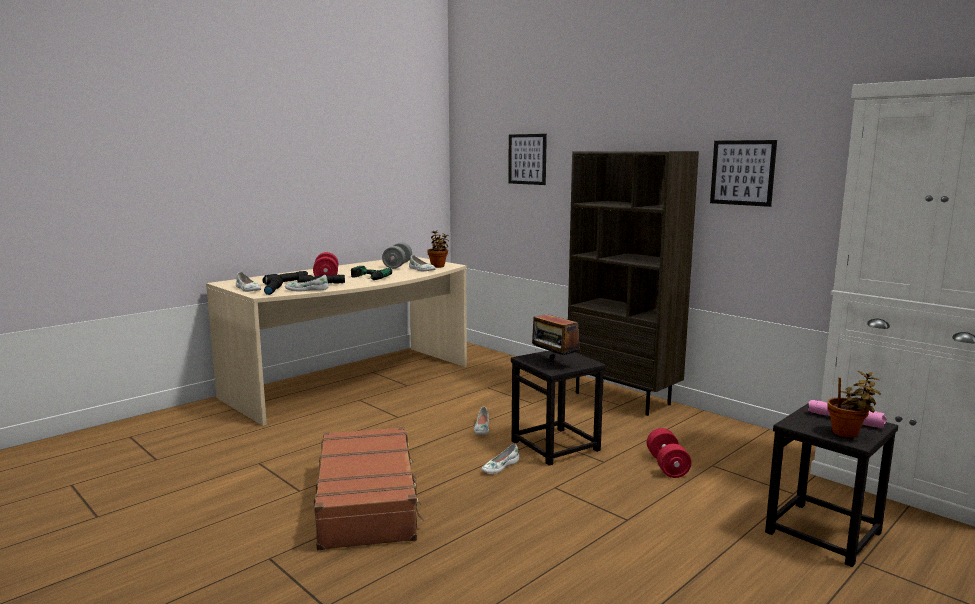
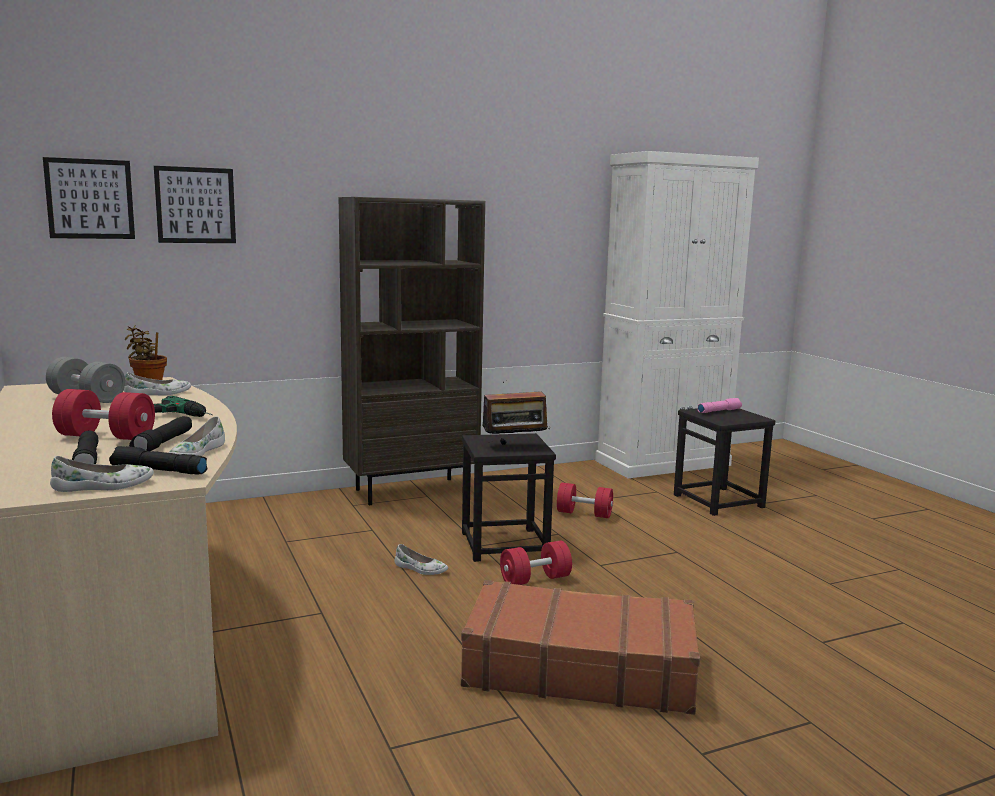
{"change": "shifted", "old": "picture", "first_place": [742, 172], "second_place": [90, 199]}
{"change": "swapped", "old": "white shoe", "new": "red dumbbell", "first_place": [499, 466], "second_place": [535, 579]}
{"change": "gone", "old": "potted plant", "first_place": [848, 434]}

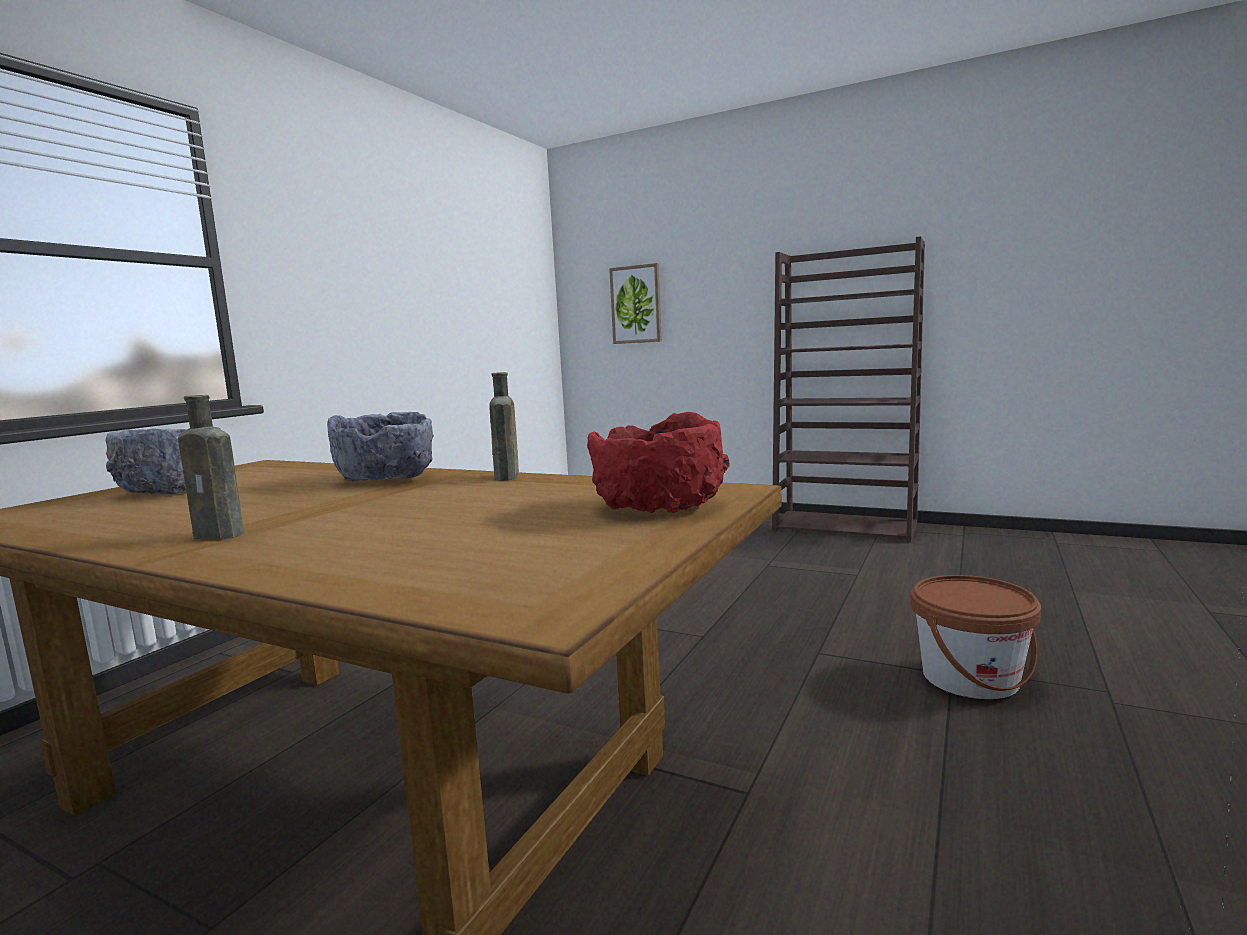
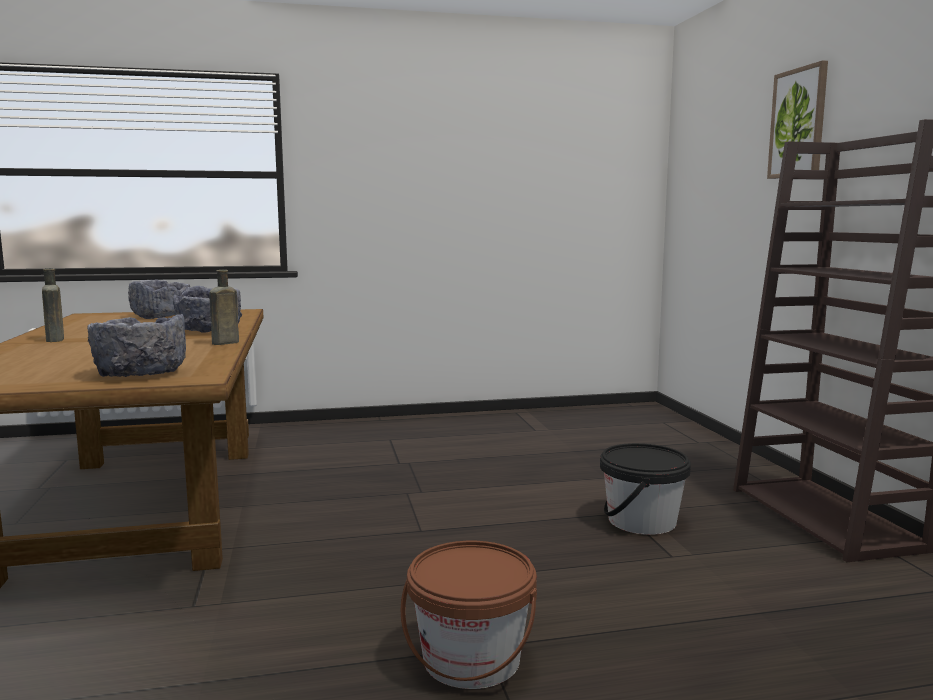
{"change": "repainted", "old": "red bowl", "new": "grey bowl", "first_place": [659, 506], "second_place": [140, 374]}
{"change": "new", "new": "black bucket", "second_place": [641, 521]}
{"change": "shifted", "old": "picture", "first_place": [636, 304], "second_place": [798, 123]}

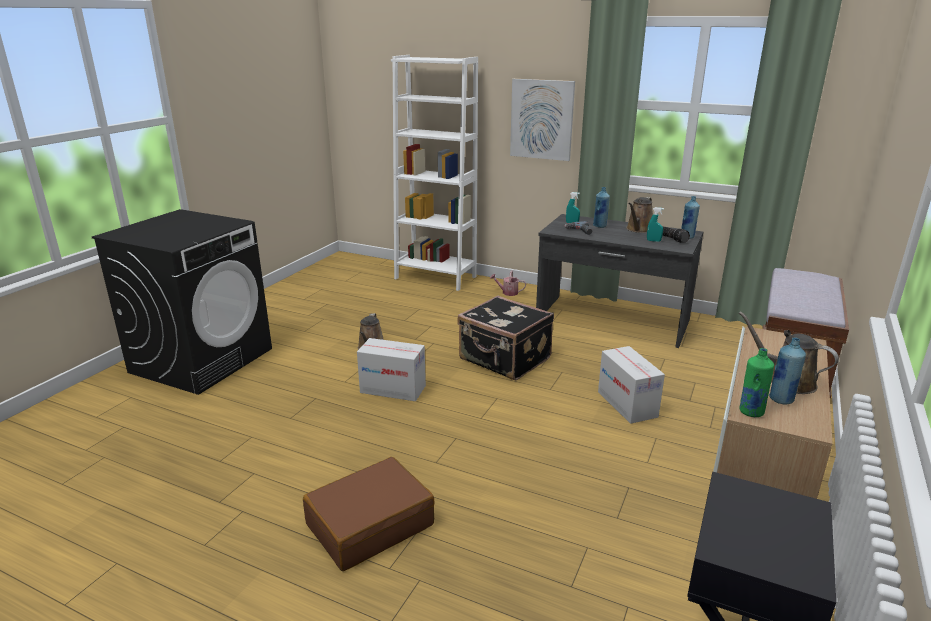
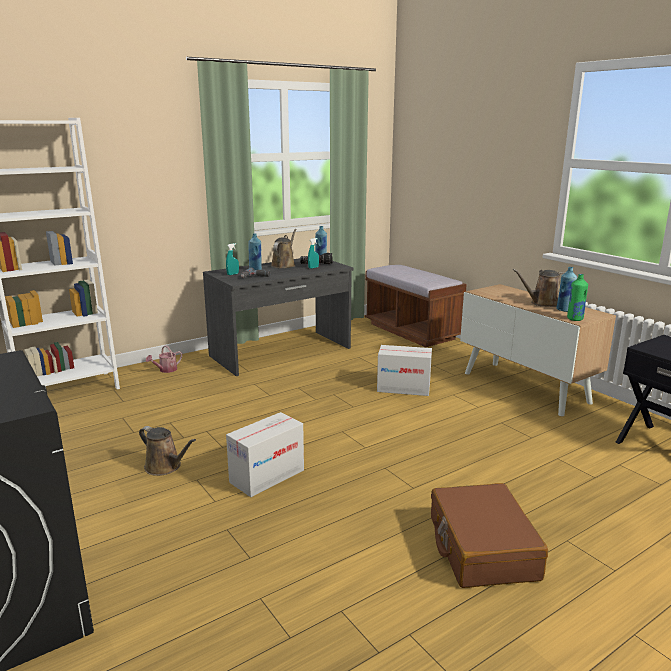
{"change": "rotated", "old": "brown watering can", "first_place": [639, 229], "second_place": [284, 265], "degrees": -135}
{"change": "gone", "old": "black suitcase", "first_place": [504, 360]}
{"change": "gone", "old": "picture", "first_place": [542, 119]}

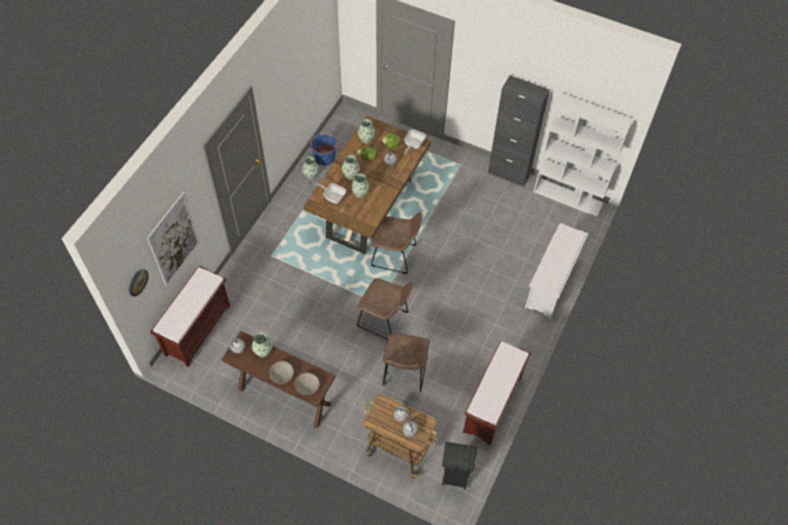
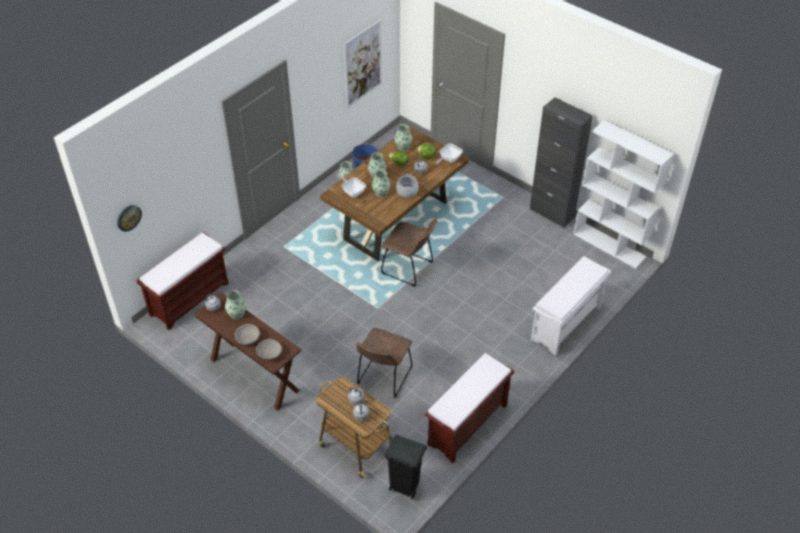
{"change": "shifted", "old": "picture", "first_place": [174, 240], "second_place": [363, 64]}
{"change": "new", "new": "cooking pot", "second_place": [407, 191]}
{"change": "gone", "old": "brown chair", "first_place": [385, 320]}

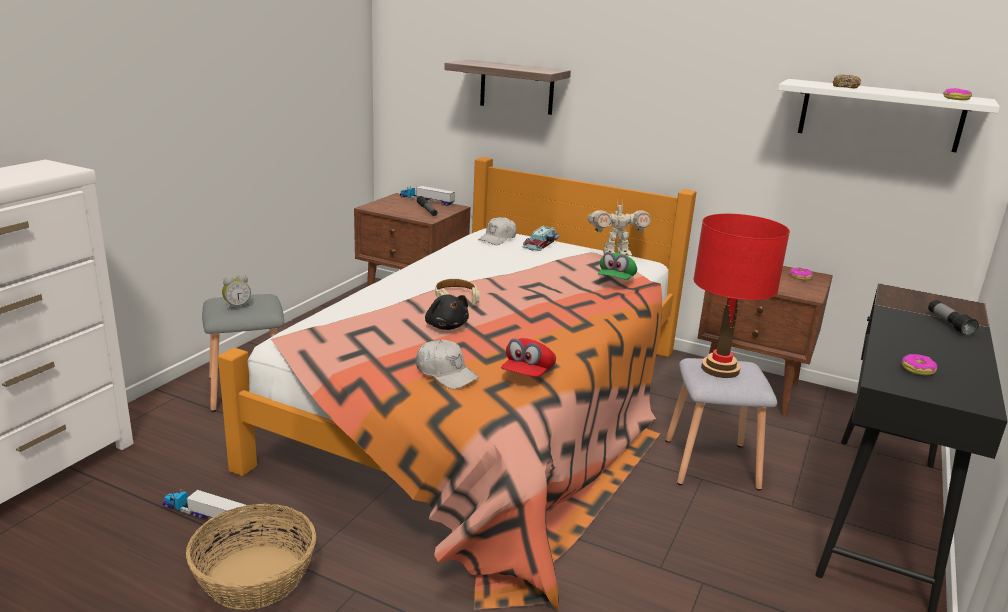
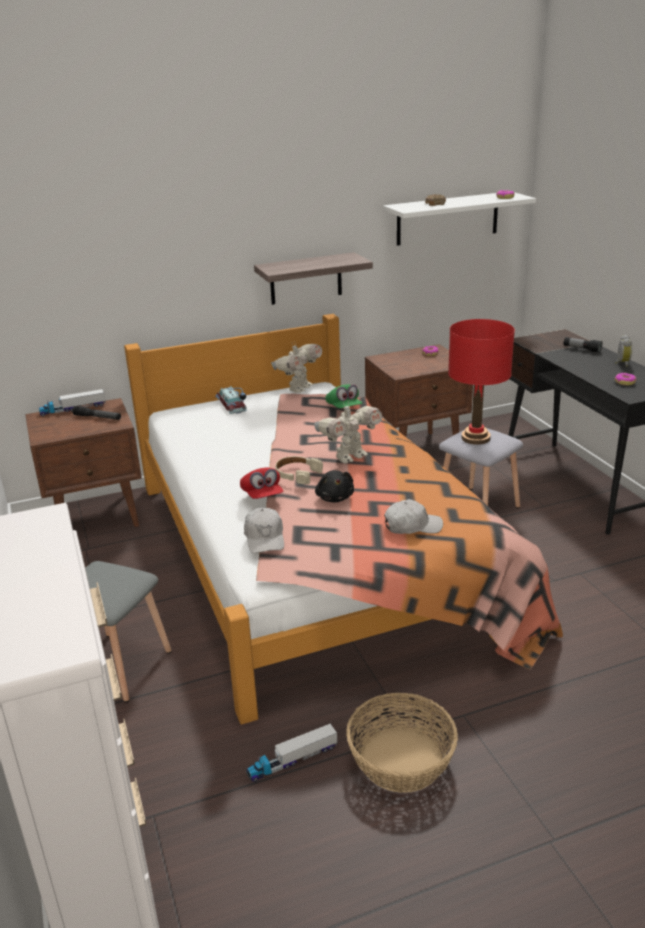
{"change": "shifted", "old": "red cap", "first_place": [528, 374], "second_place": [262, 495]}
{"change": "shifted", "old": "white cap", "first_place": [498, 239], "second_place": [265, 538]}
{"change": "shifted", "old": "shelf", "first_place": [516, 87], "second_place": [306, 279]}
{"change": "new", "new": "toy robot", "second_place": [349, 457]}
{"change": "rotated", "old": "black plush toy", "first_place": [446, 326], "second_place": [335, 497], "degrees": 60}
{"change": "shifted", "old": "alarm clock", "first_place": [237, 306], "second_place": [621, 363]}

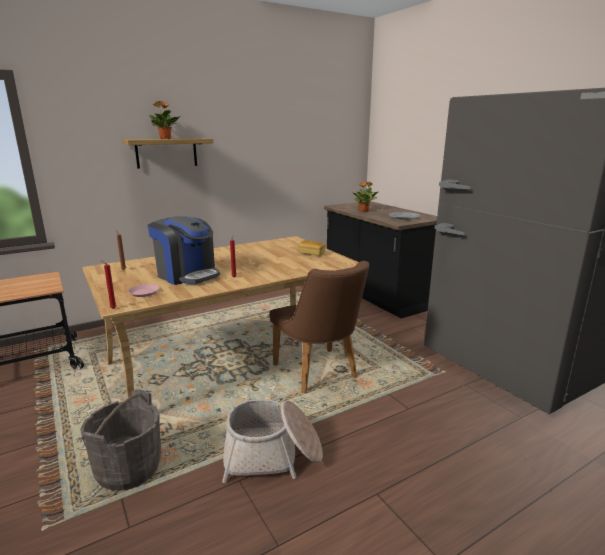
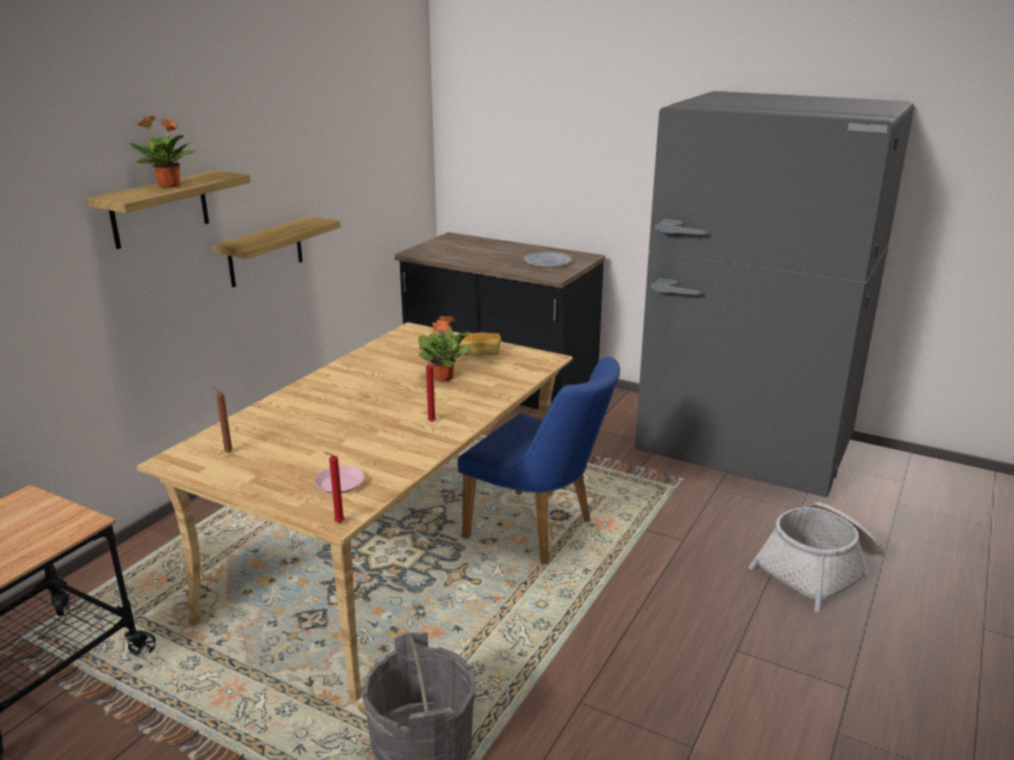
{"change": "new", "new": "shelf", "second_place": [265, 252]}
{"change": "shifted", "old": "potted plant", "first_place": [364, 211], "second_place": [444, 378]}
{"change": "repainted", "old": "brown chair", "new": "blue chair", "first_place": [319, 375], "second_place": [539, 532]}
{"change": "shifted", "old": "basket", "first_place": [272, 455], "second_place": [819, 570]}
{"change": "gone", "old": "coffee machine", "first_place": [187, 275]}

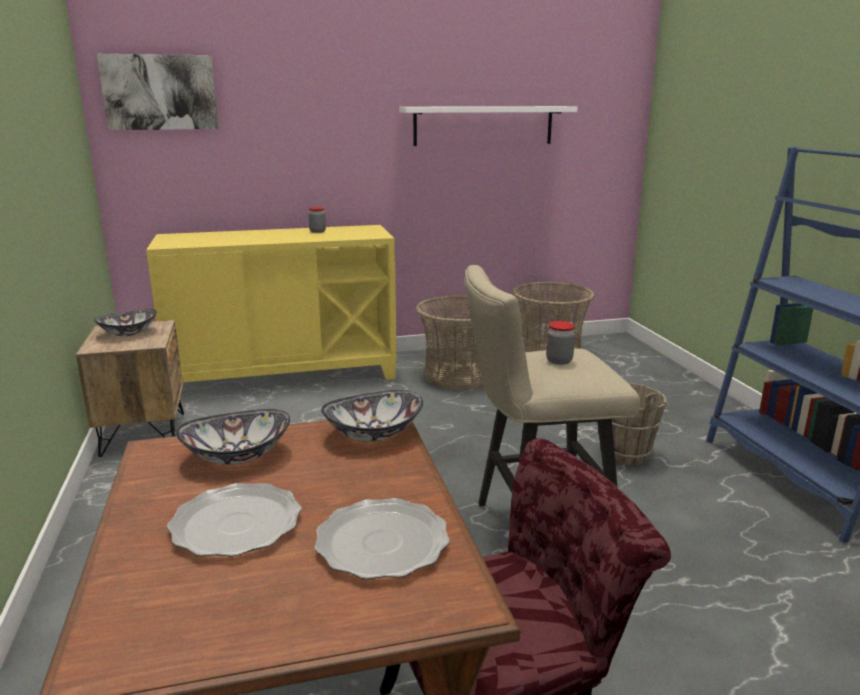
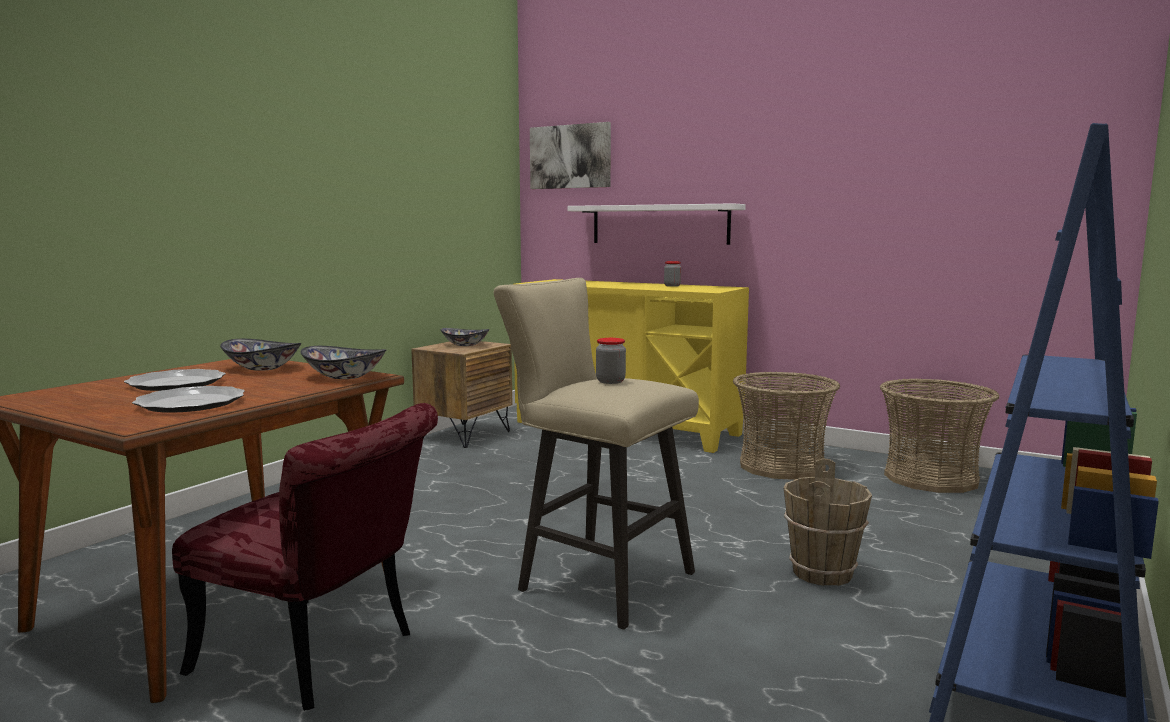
{"change": "shifted", "old": "white shelf", "first_place": [483, 125], "second_place": [659, 224]}

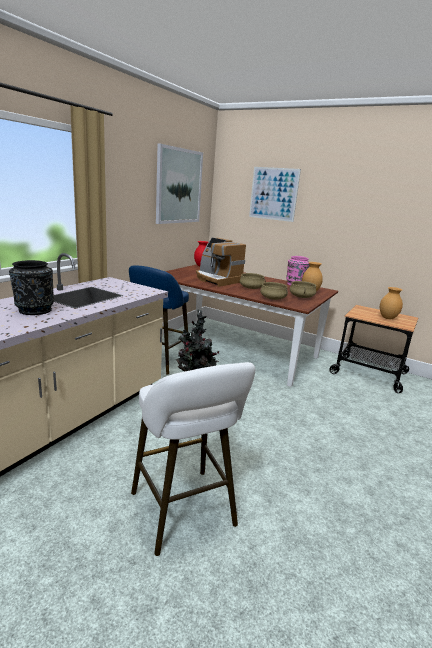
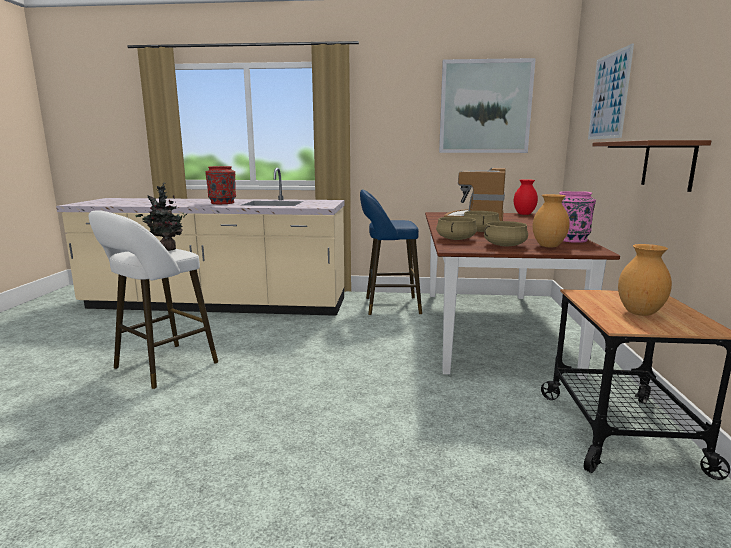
{"change": "repainted", "old": "black vase", "new": "red vase", "first_place": [34, 310], "second_place": [222, 203]}
{"change": "new", "new": "brown shelf", "second_place": [668, 164]}

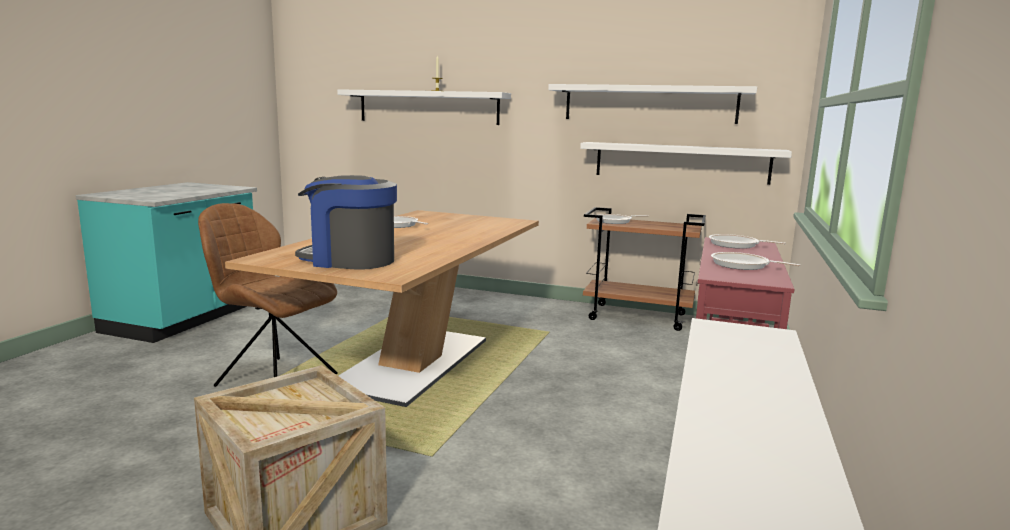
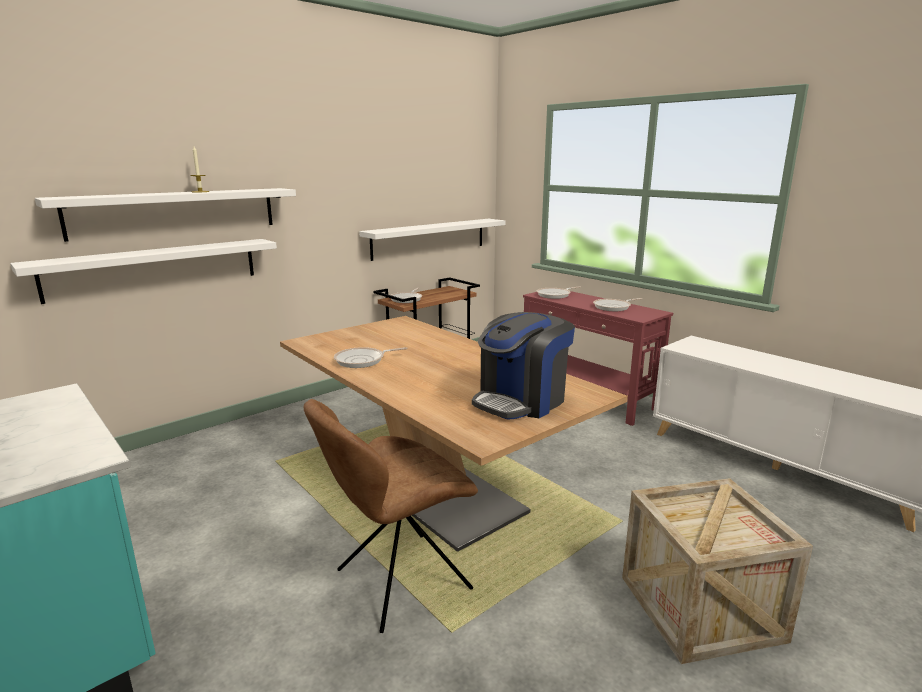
{"change": "shifted", "old": "white shelf", "first_place": [649, 104], "second_place": [155, 268]}

